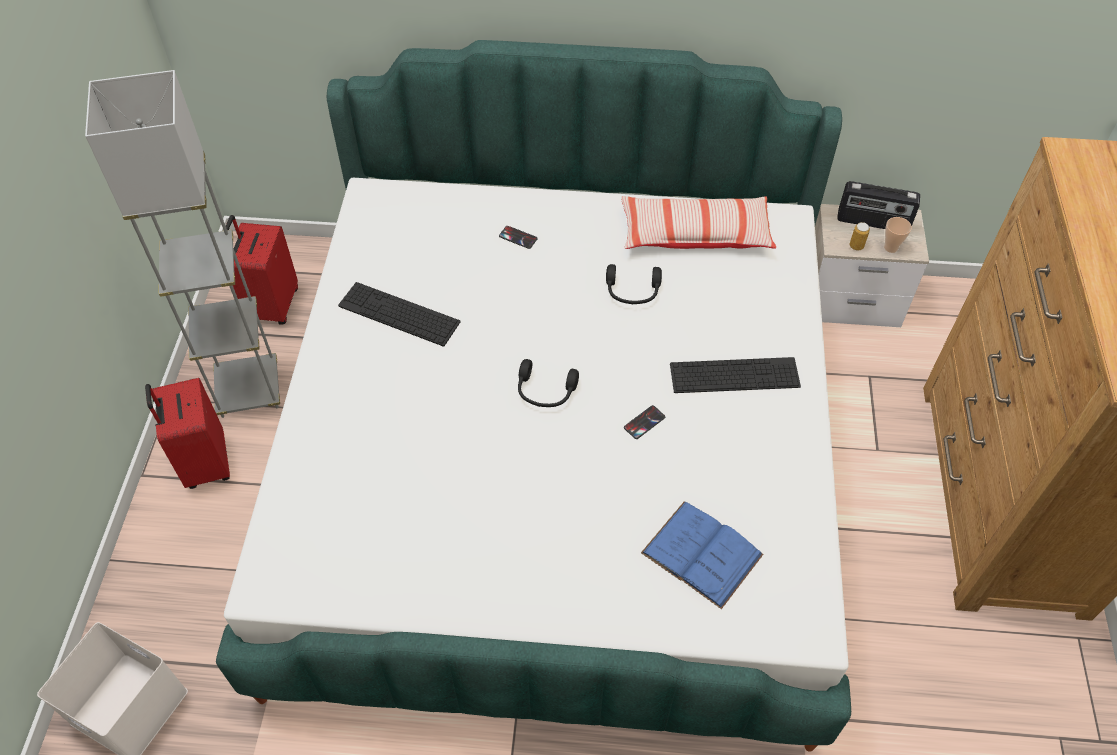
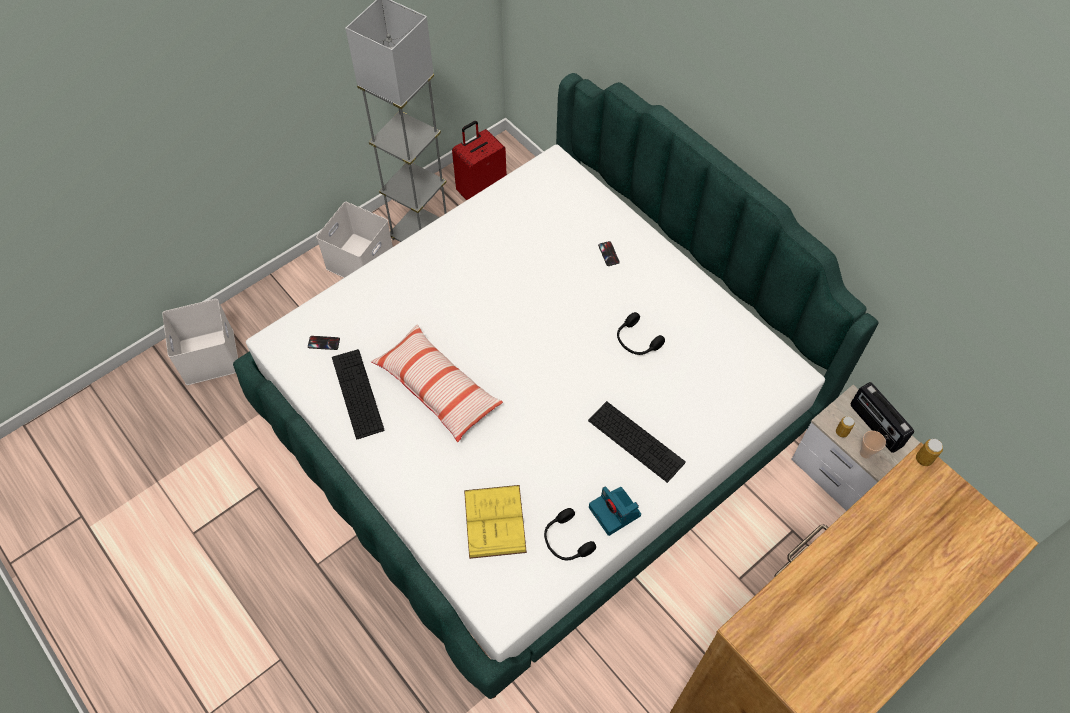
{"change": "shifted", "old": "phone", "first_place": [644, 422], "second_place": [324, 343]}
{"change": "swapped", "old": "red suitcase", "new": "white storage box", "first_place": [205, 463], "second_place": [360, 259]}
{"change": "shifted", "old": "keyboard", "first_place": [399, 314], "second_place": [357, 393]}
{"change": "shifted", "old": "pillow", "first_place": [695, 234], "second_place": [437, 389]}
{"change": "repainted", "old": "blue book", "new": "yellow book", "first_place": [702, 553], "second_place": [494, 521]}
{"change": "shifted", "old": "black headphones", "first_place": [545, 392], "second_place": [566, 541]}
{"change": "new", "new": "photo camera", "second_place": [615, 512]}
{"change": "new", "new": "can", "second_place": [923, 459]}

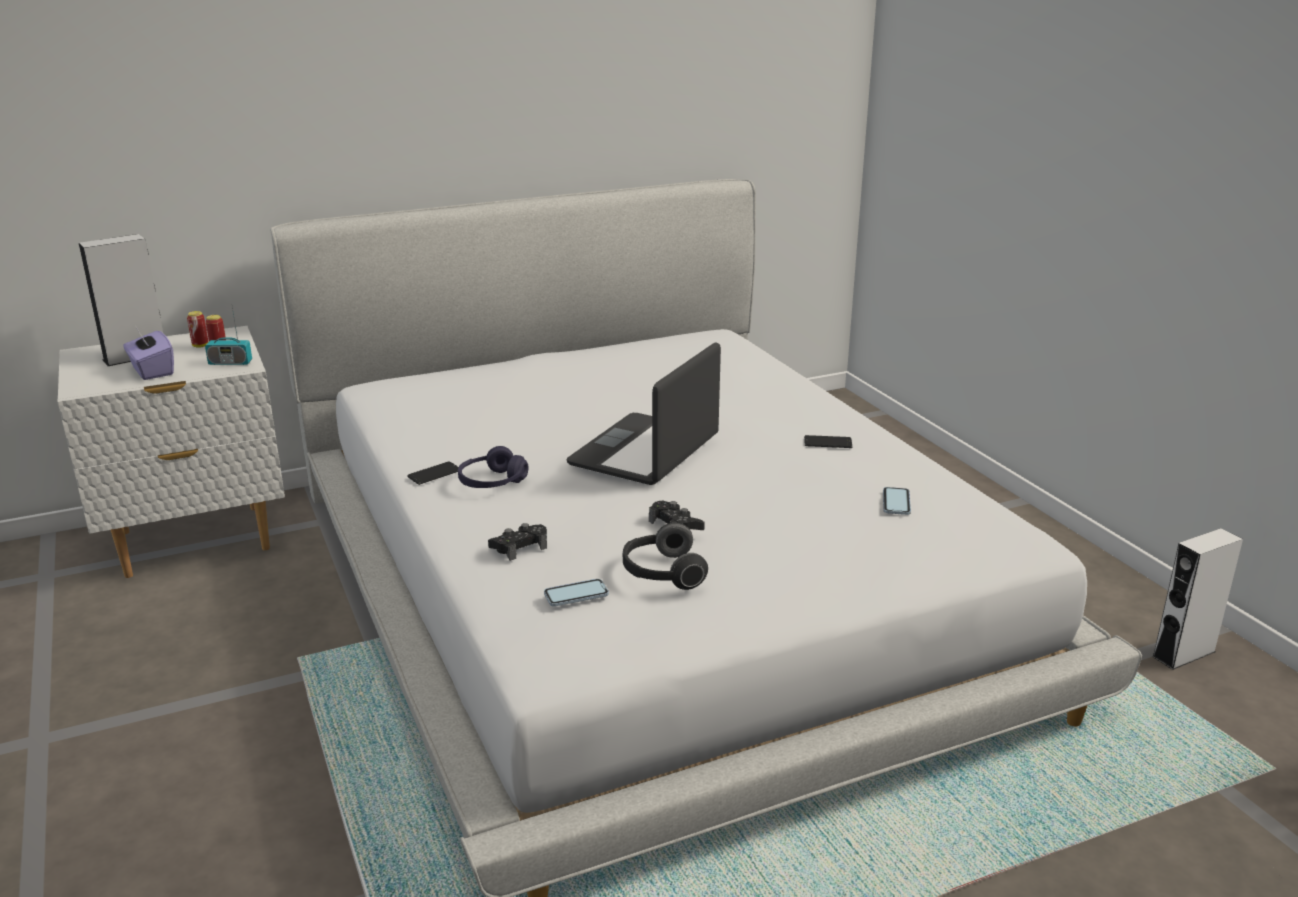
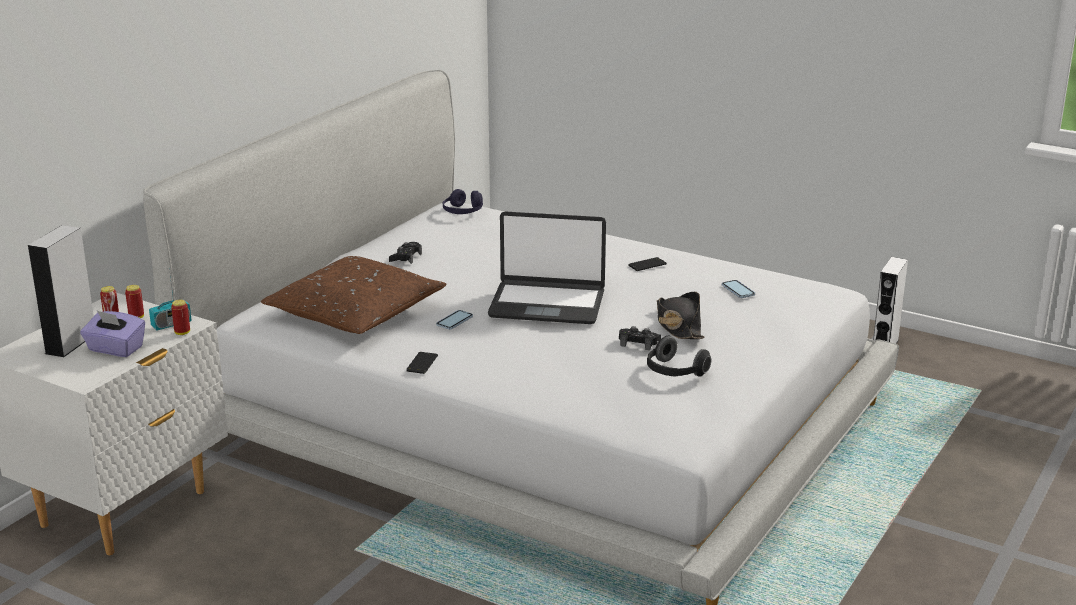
{"change": "new", "new": "can", "second_place": [182, 333]}
{"change": "new", "new": "brown pillow", "second_place": [355, 312]}
{"change": "shifted", "old": "black game controller", "first_place": [519, 547], "second_place": [406, 257]}
{"change": "shifted", "old": "phone", "first_place": [576, 594], "second_place": [454, 321]}
{"change": "shifted", "old": "purple headphones", "first_place": [492, 482], "second_place": [463, 211]}
{"change": "rotated", "old": "laptop", "first_place": [646, 452], "second_place": [547, 304], "degrees": -75}
{"change": "new", "new": "black hat", "second_place": [678, 326]}

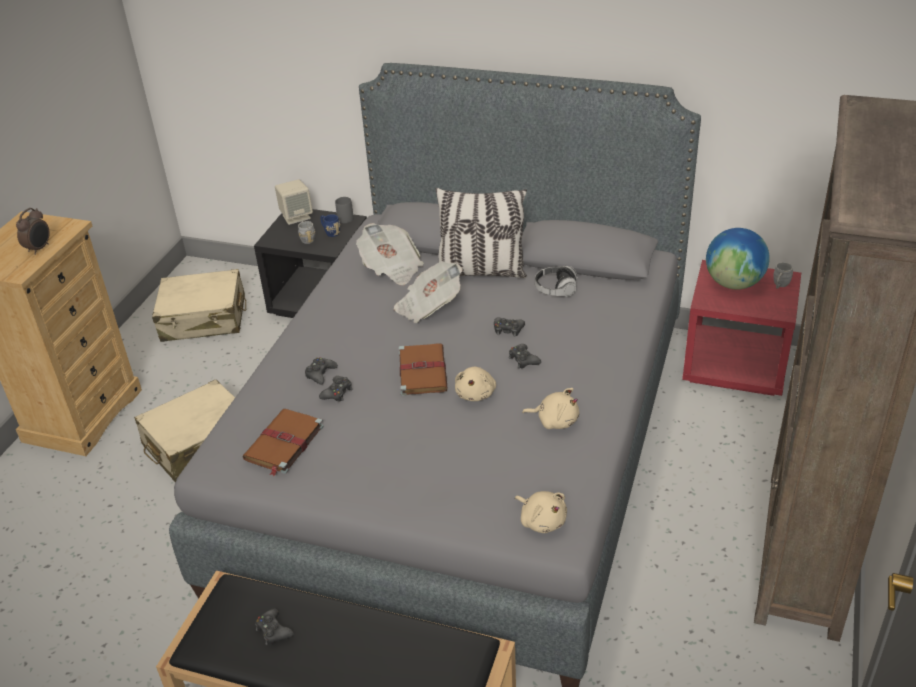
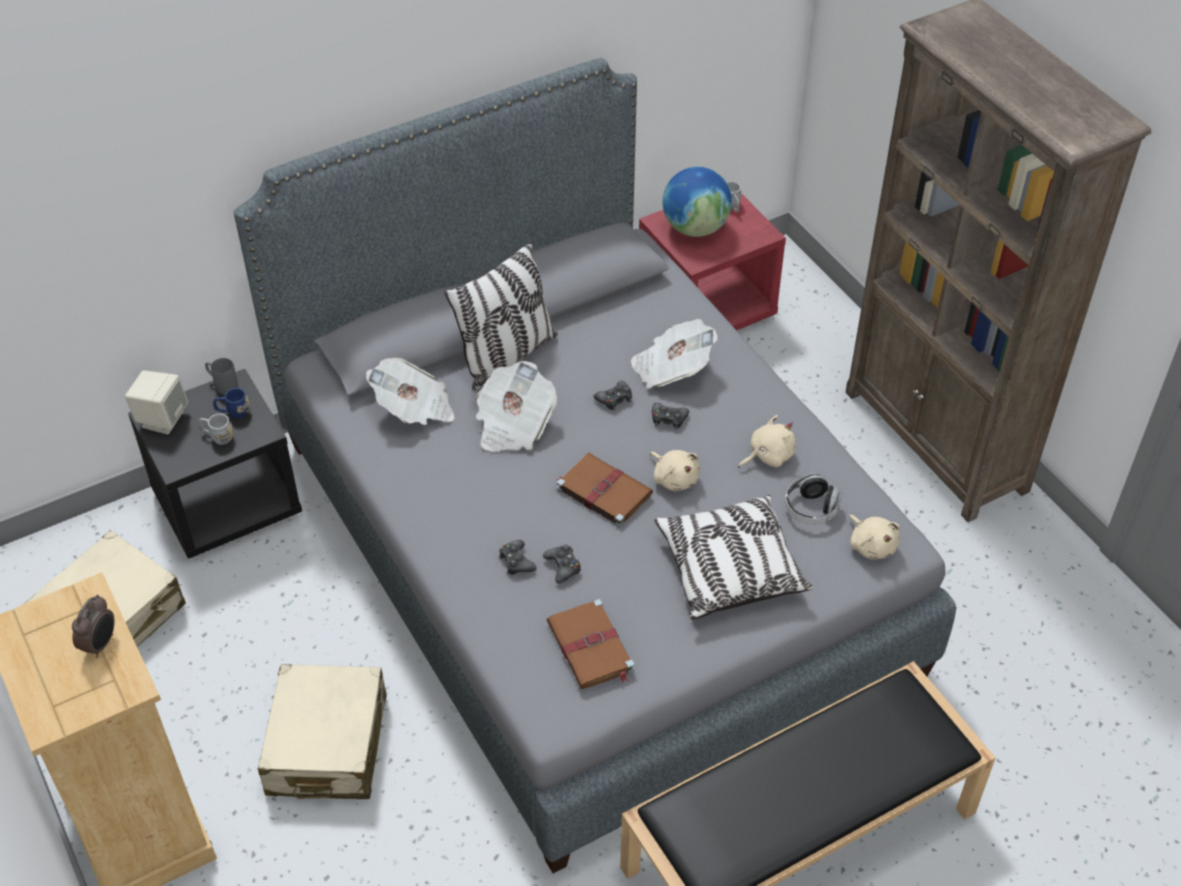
{"change": "rotated", "old": "alarm clock", "first_place": [39, 248], "second_place": [101, 644], "degrees": 45}
{"change": "new", "new": "newspaper", "second_place": [671, 369]}
{"change": "new", "new": "pillow", "second_place": [729, 569]}
{"change": "shifted", "old": "headphones", "first_place": [556, 289], "second_place": [811, 509]}
{"change": "rotated", "old": "beige plush toy", "first_place": [541, 520], "second_place": [871, 545], "degrees": 60}
{"change": "gone", "old": "black game controller", "first_place": [273, 631]}

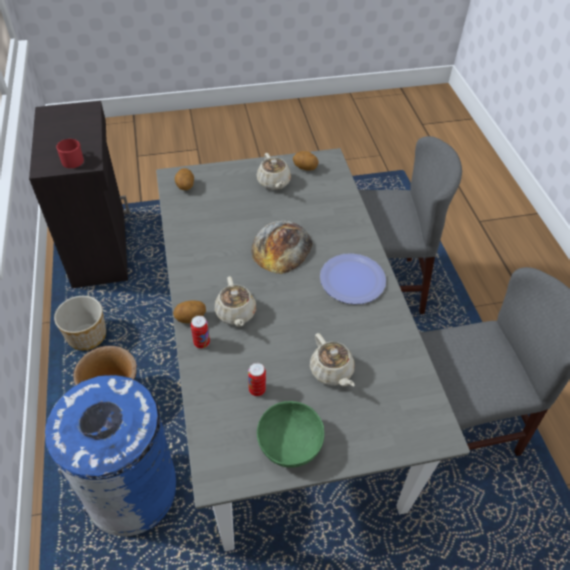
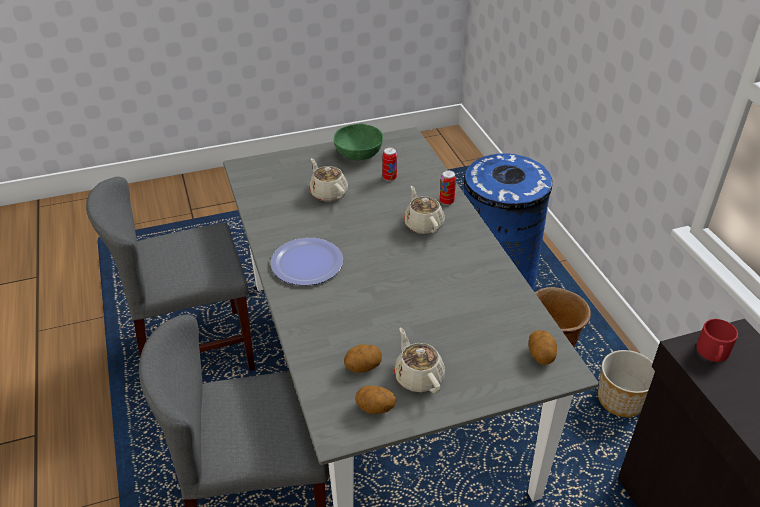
{"change": "shifted", "old": "potato", "first_place": [190, 318], "second_place": [363, 367]}
{"change": "gone", "old": "bread", "first_place": [281, 247]}

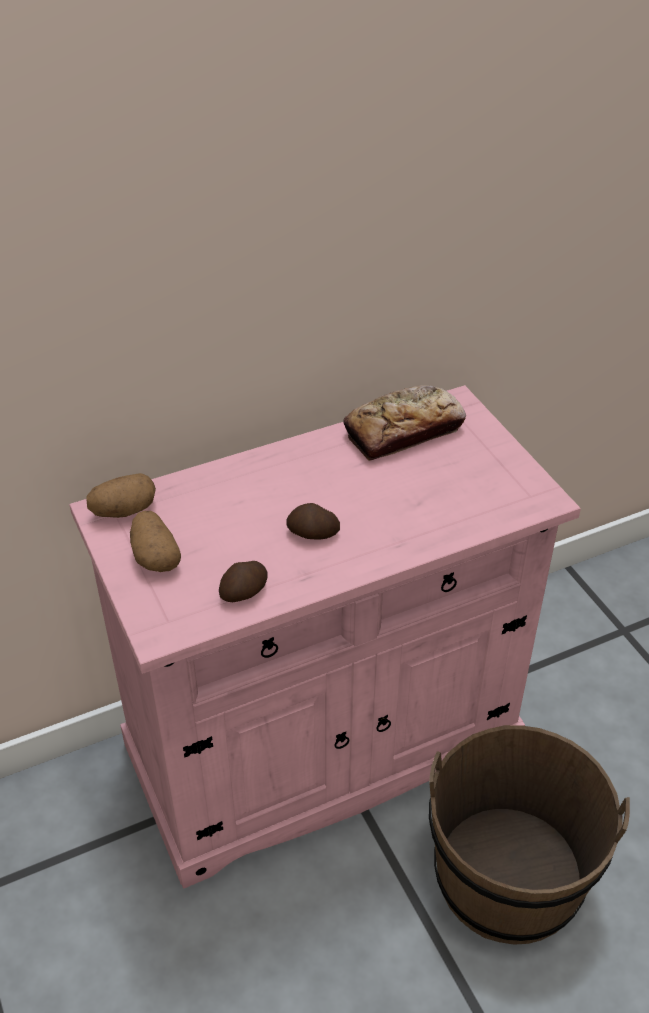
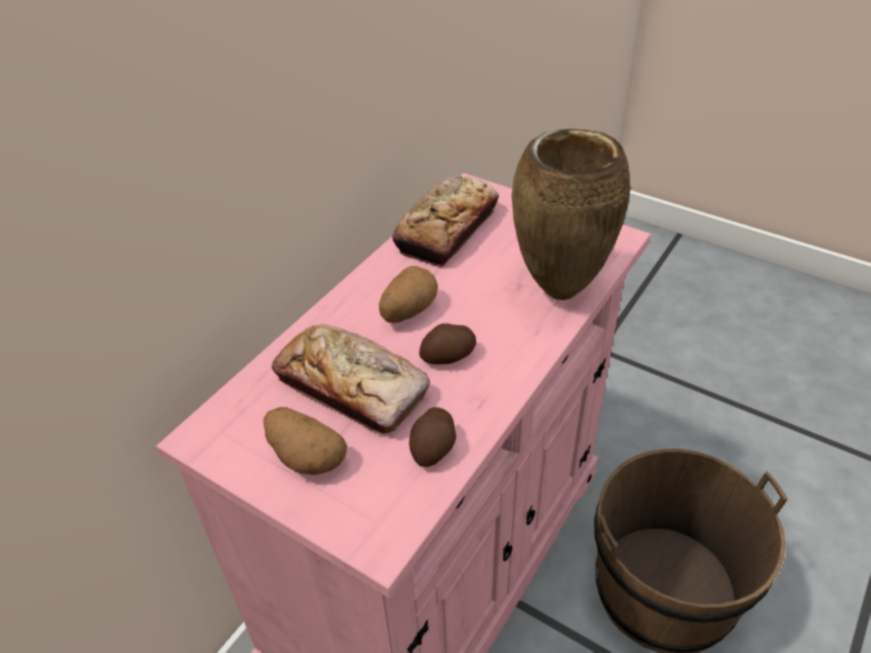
{"change": "new", "new": "bread", "second_place": [352, 388]}
{"change": "shifted", "old": "potato", "first_place": [124, 511], "second_place": [408, 311]}
{"change": "new", "new": "brown vase", "second_place": [558, 290]}

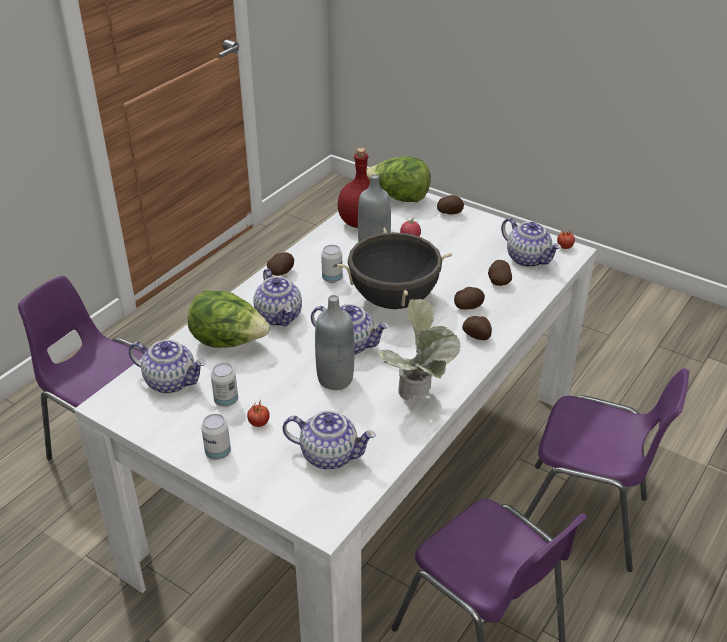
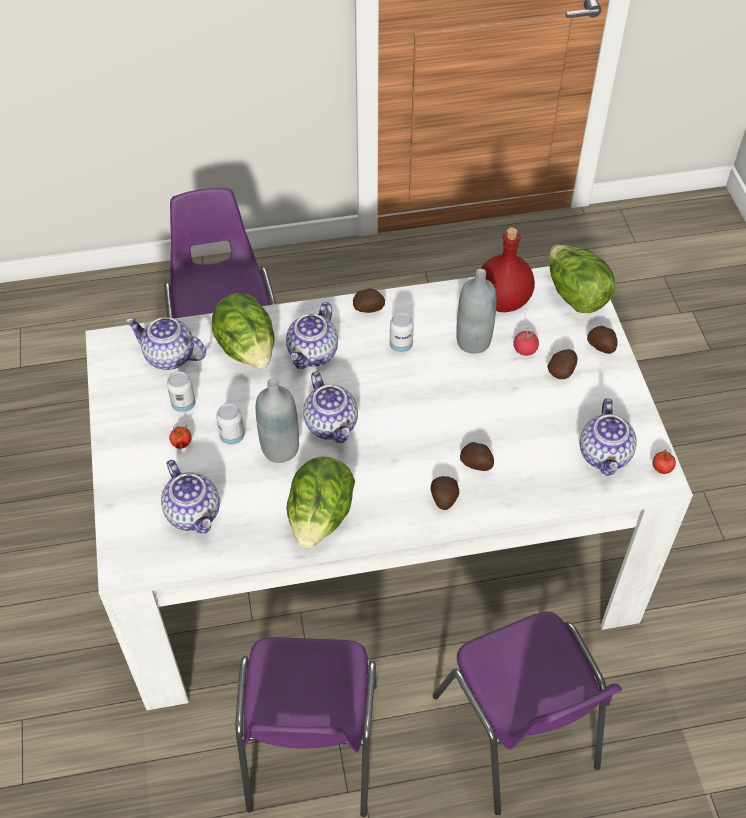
{"change": "rotated", "old": "teapot", "first_place": [171, 381], "second_place": [169, 356], "degrees": 135}
{"change": "shifted", "old": "can", "first_place": [218, 453], "second_place": [232, 436]}
{"change": "swapped", "old": "potted plant", "new": "lettuce", "first_place": [419, 397], "second_place": [320, 518]}
{"change": "shifted", "old": "potato", "first_place": [498, 281], "second_place": [562, 371]}
{"change": "gone", "old": "black cooking pot", "first_place": [393, 300]}

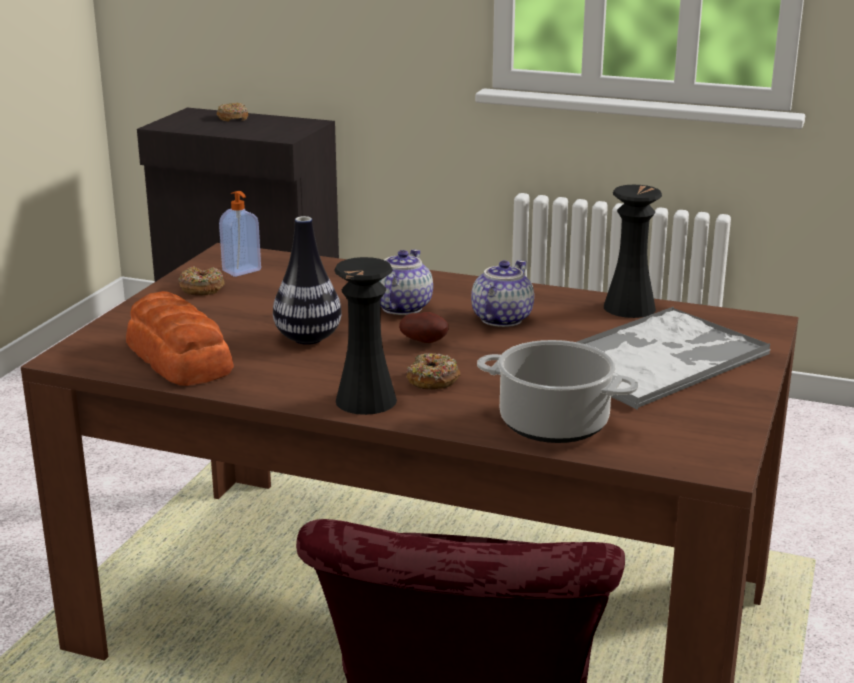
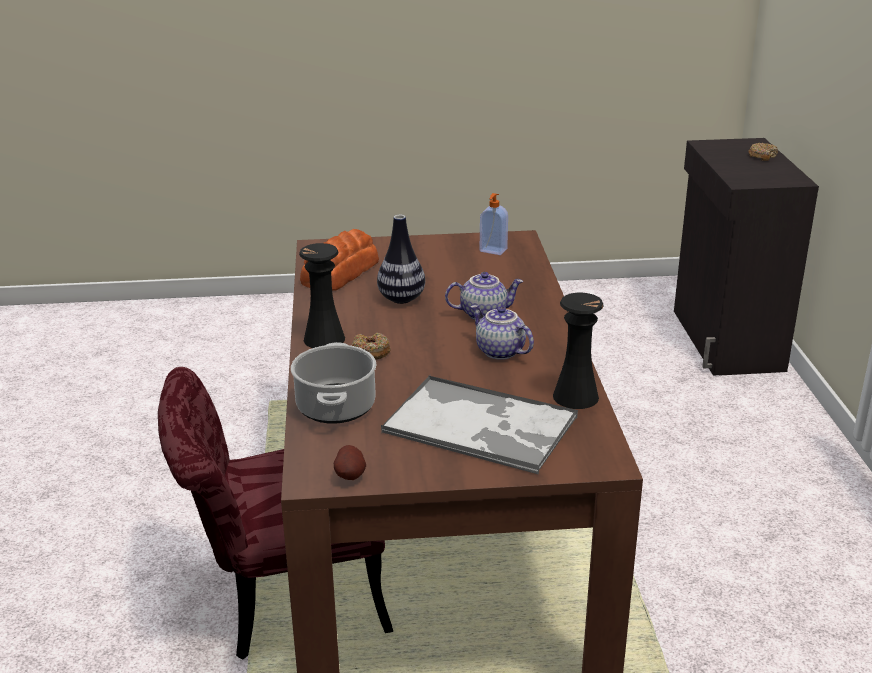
{"change": "shifted", "old": "potato", "first_place": [426, 342], "second_place": [351, 476]}
{"change": "rotated", "old": "teapot", "first_place": [500, 319], "second_place": [499, 351], "degrees": -135}
{"change": "gone", "old": "donut", "first_place": [201, 288]}

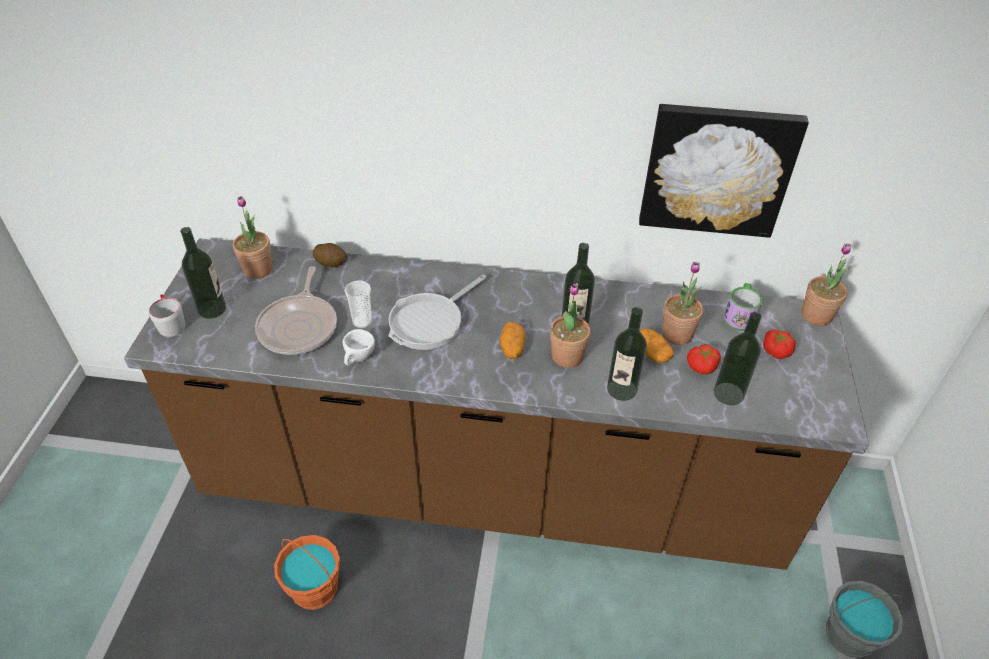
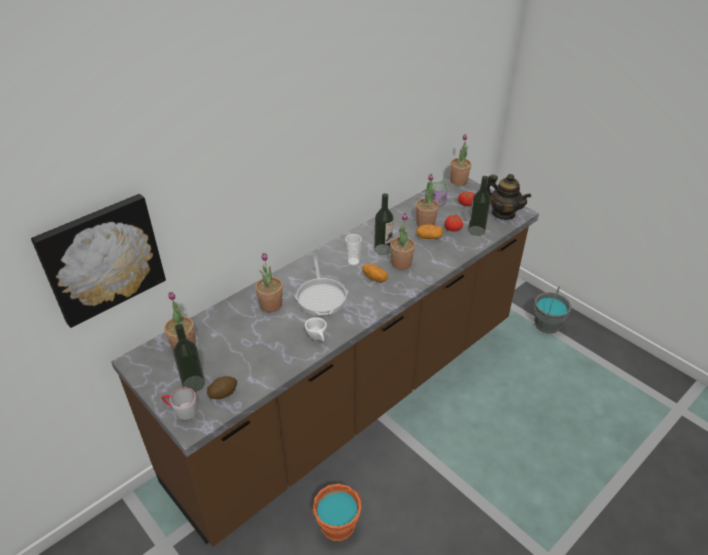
{"change": "shifted", "old": "picture", "first_place": [717, 169], "second_place": [102, 258]}
{"change": "shifted", "old": "potato", "first_place": [331, 262], "second_place": [223, 393]}
{"change": "new", "new": "potted plant", "second_place": [271, 305]}
{"change": "shifted", "old": "cup", "first_place": [362, 321], "second_place": [353, 262]}
{"change": "new", "new": "teapot", "second_place": [503, 214]}
{"change": "gone", "old": "frying pan", "first_place": [299, 326]}
{"change": "gone", "old": "bottle", "first_place": [621, 389]}

